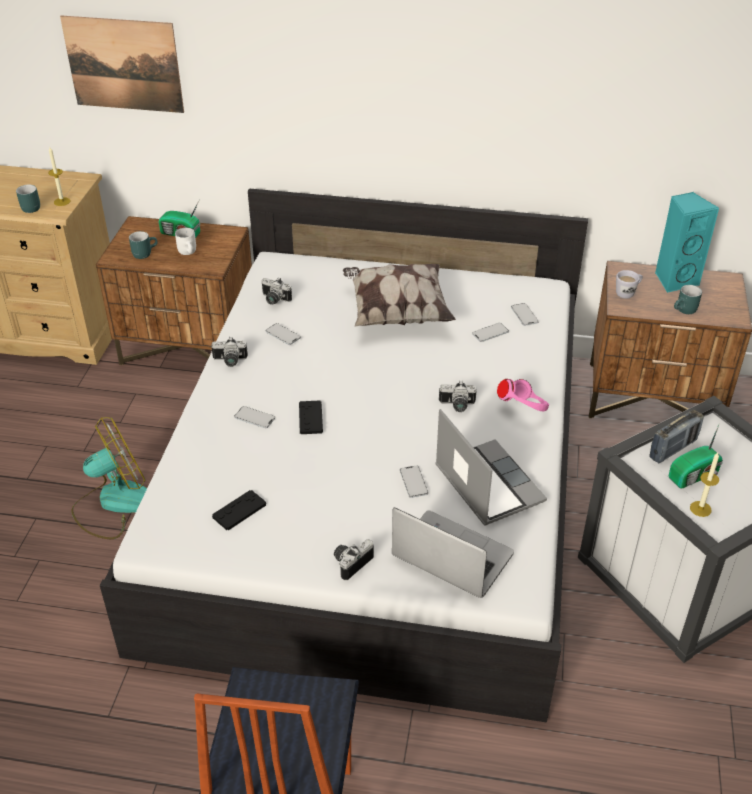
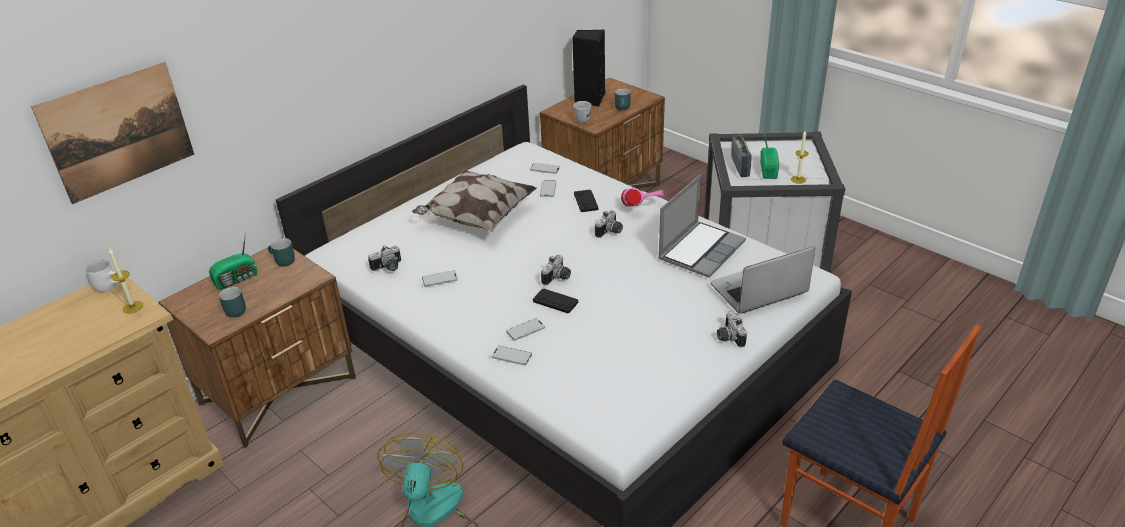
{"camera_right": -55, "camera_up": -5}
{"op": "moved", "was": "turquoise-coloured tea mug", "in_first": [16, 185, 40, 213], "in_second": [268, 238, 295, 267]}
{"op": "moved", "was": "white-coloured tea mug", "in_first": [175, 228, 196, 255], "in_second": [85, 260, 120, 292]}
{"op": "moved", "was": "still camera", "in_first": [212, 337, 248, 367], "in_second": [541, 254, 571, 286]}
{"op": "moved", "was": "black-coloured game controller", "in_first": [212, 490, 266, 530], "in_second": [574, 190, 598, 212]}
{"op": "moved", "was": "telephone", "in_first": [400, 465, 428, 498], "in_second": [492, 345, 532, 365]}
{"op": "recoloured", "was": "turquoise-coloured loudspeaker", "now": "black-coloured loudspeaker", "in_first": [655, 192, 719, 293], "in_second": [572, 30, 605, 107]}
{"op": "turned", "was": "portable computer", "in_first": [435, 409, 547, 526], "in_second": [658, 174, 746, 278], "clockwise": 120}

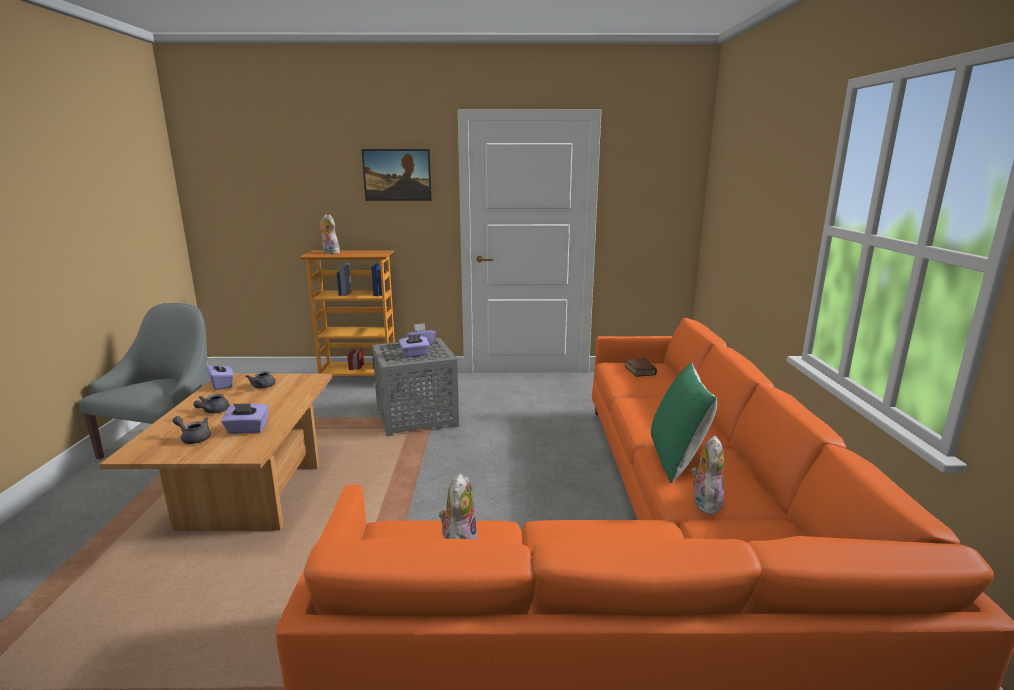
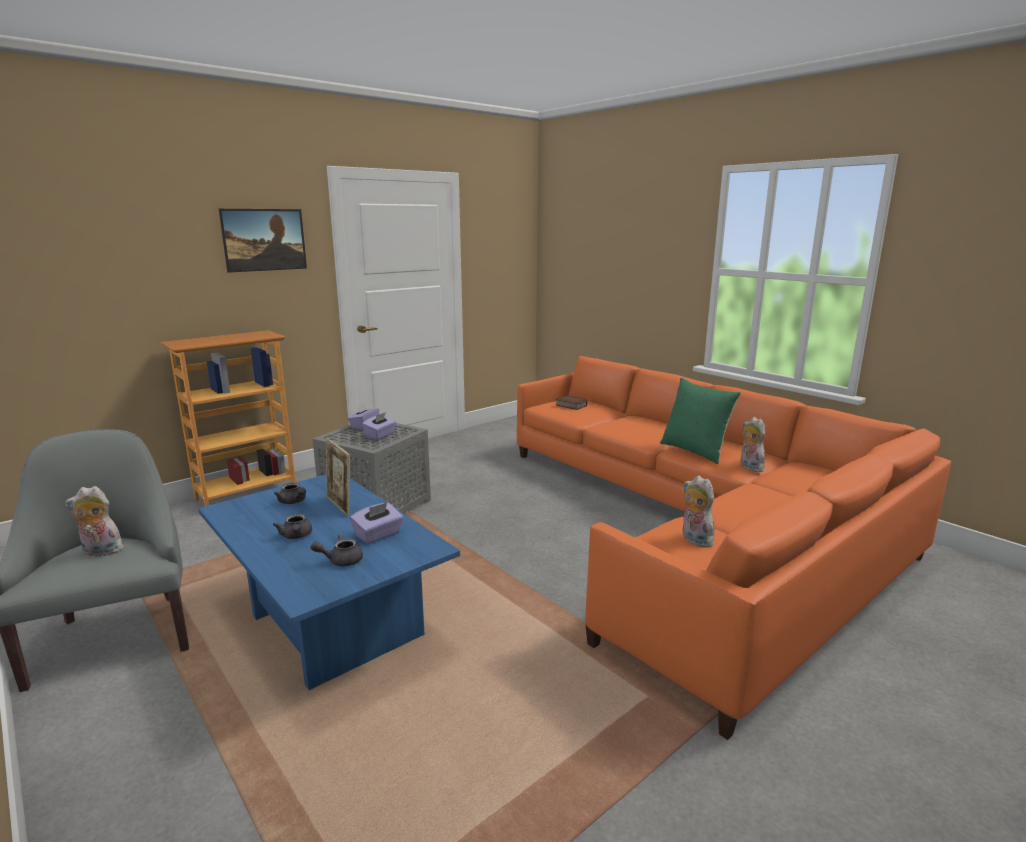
{"camera_right": -40, "camera_up": 0}
{"op": "removed", "was": "purple-coloured tissue holder", "in_first": [207, 360, 234, 390]}
{"op": "added", "now": "standing frame", "in_second": [326, 438, 350, 516]}
{"op": "moved", "was": "plush toy", "in_first": [319, 214, 340, 254], "in_second": [65, 486, 123, 556]}
{"op": "recoloured", "was": "brown-coloured coffee table", "now": "bluish coffee table", "in_first": [99, 374, 332, 531], "in_second": [198, 474, 460, 690]}

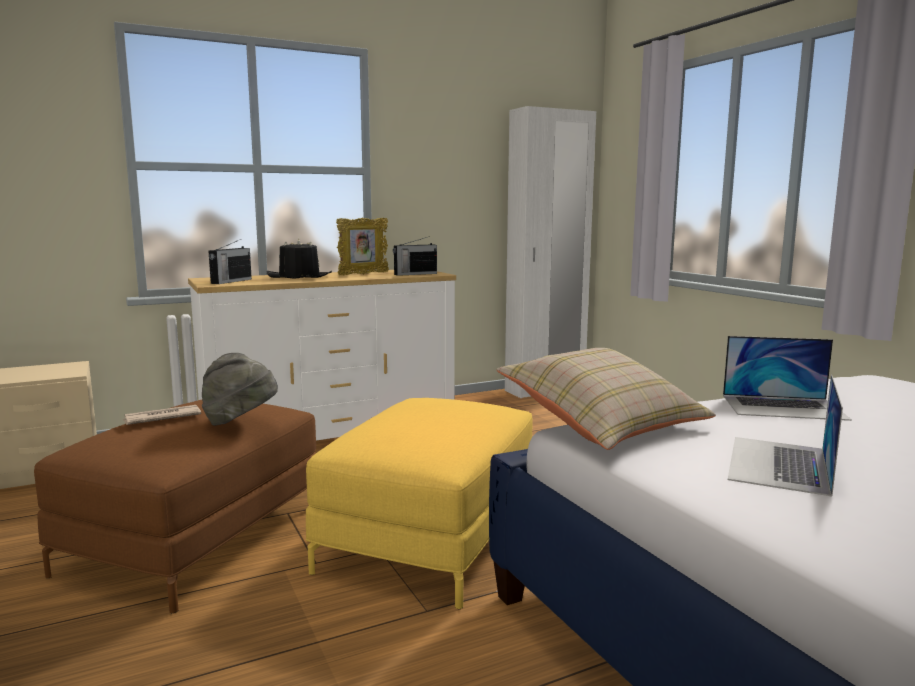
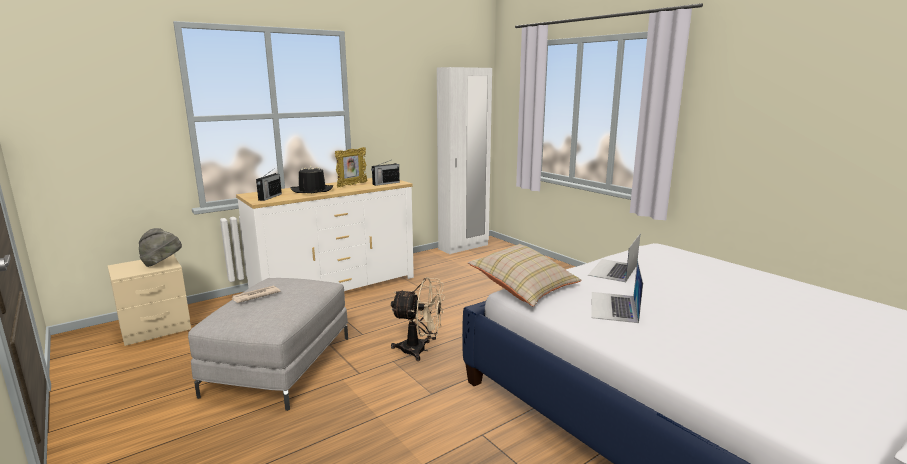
{"camera_right": -10, "camera_up": 5}
{"op": "moved", "was": "gray wearable hat", "in_first": [202, 353, 278, 426], "in_second": [139, 228, 182, 267]}
{"op": "replaced", "was": "yellow ottoman", "now": "beige cooling fan", "in_first": [306, 398, 533, 609], "in_second": [390, 277, 445, 361]}
{"op": "recoloured", "was": "brown-coloured ottoman", "now": "gray ottoman", "in_first": [34, 400, 316, 613], "in_second": [188, 278, 348, 411]}
{"op": "turned", "was": "portable computer", "in_first": [723, 336, 852, 421], "in_second": [588, 234, 640, 282], "clockwise": 120}

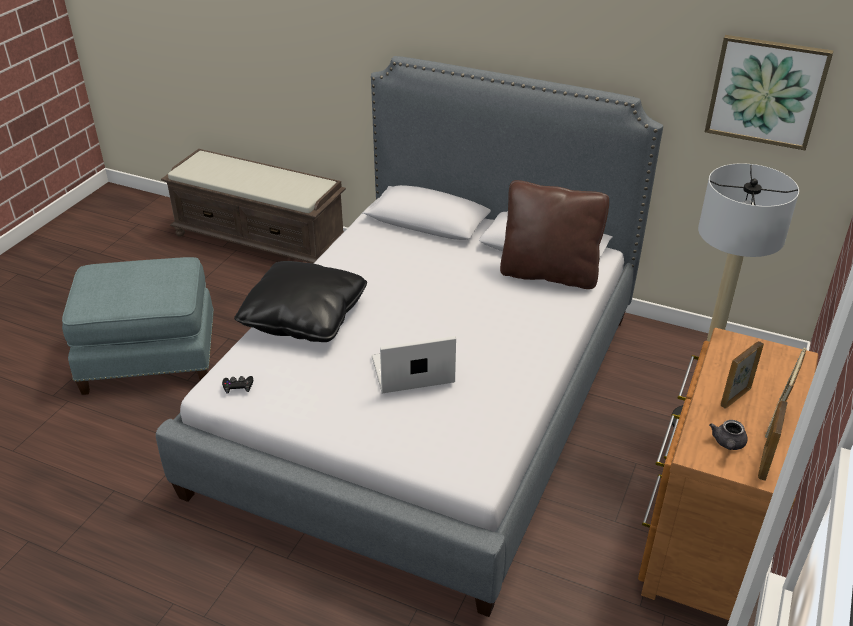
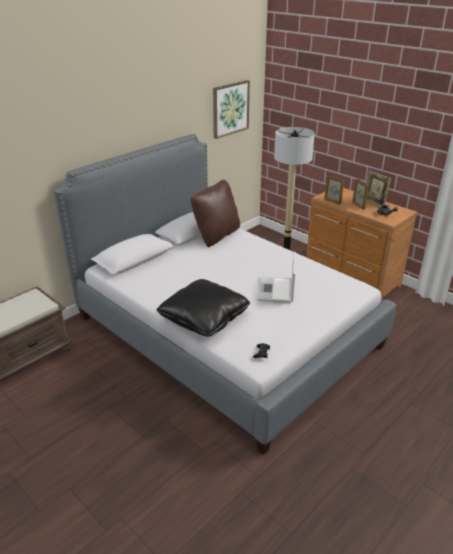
{"camera_right": -70, "camera_up": -5}
{"op": "removed", "was": "bluish ottoman", "in_first": [62, 257, 214, 395]}
{"op": "moved", "was": "standing frame", "in_first": [758, 401, 787, 481], "in_second": [325, 175, 344, 205]}

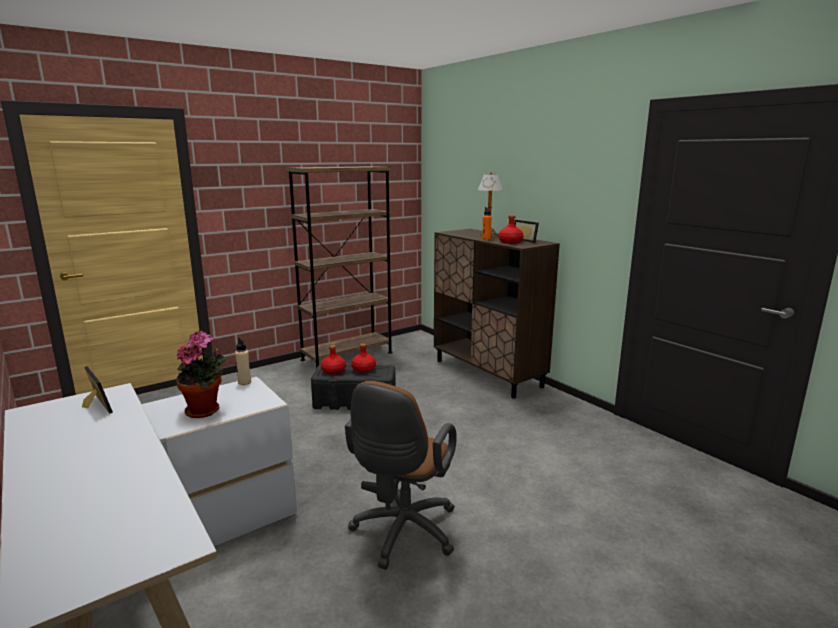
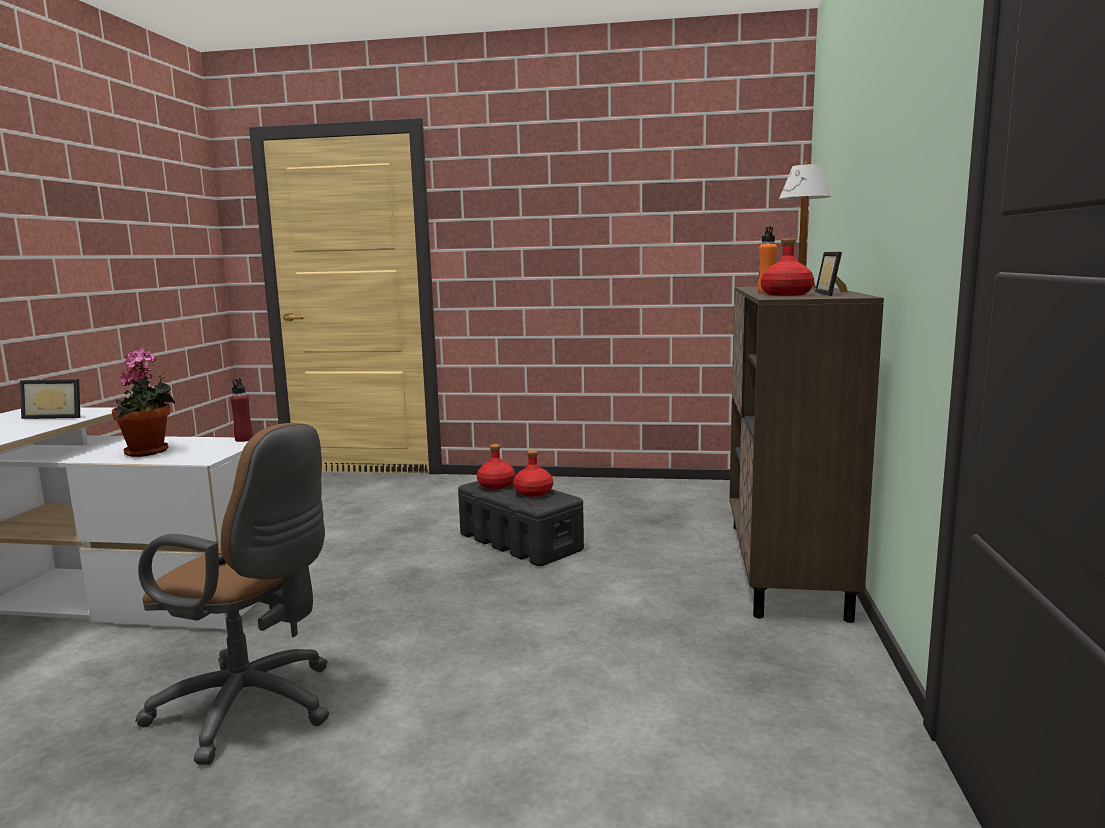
{"camera_right": 45, "camera_up": -5}
{"op": "removed", "was": "brown-coloured bookcase", "in_first": [286, 166, 393, 369]}
{"op": "recoloured", "was": "beige drink bottle", "now": "red drink bottle", "in_first": [235, 338, 251, 385], "in_second": [231, 378, 253, 442]}
{"op": "turned", "was": "standing frame", "in_first": [82, 366, 113, 414], "in_second": [20, 379, 80, 419], "clockwise": 90}
{"op": "turned", "was": "brown-coloured desk chair", "in_first": [345, 381, 457, 569], "in_second": [135, 423, 329, 765], "clockwise": -135}

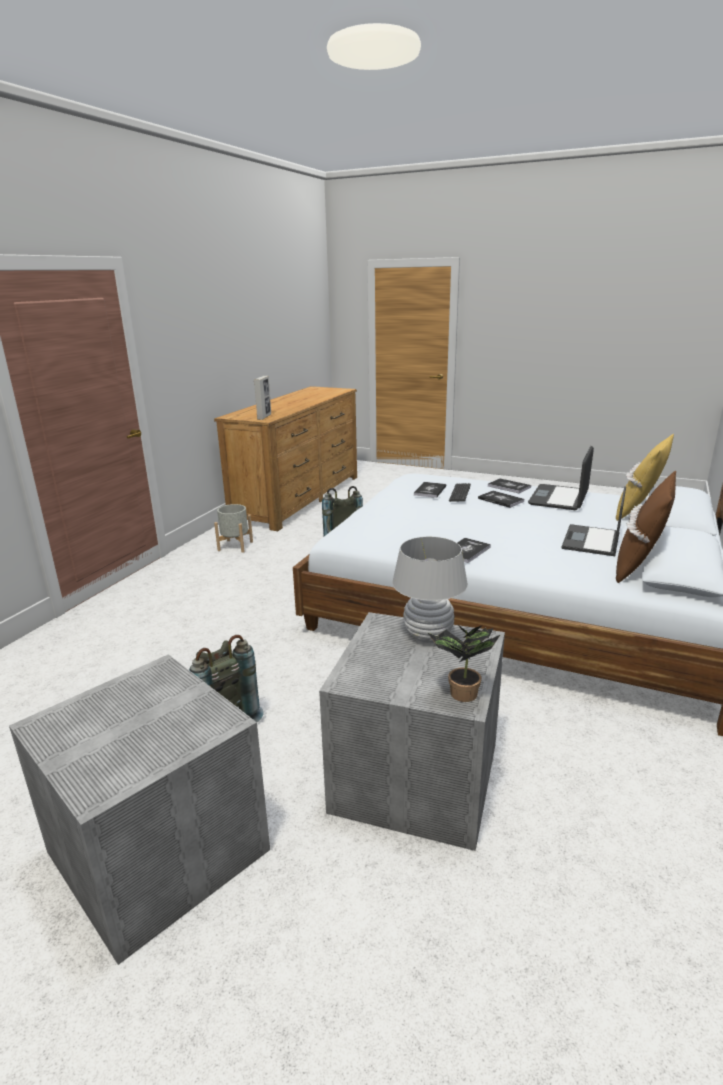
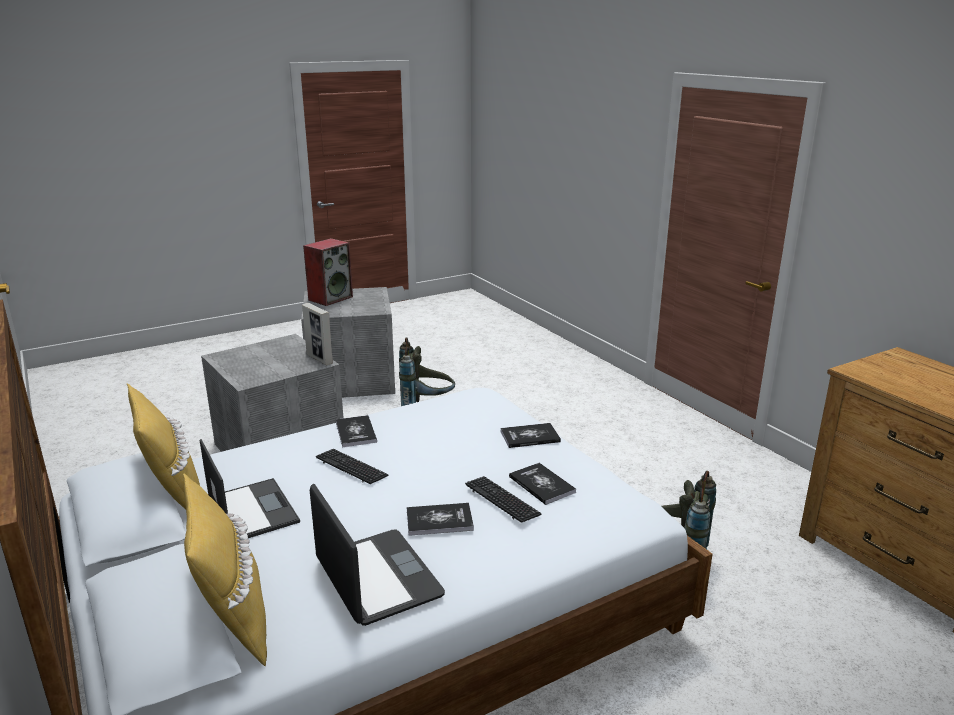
{"camera_right": 125, "camera_up": 0}
{"op": "removed", "was": "gray flower pot", "in_first": [214, 504, 253, 553]}
{"op": "removed", "was": "white-coloured tabletop lamp", "in_first": [392, 537, 468, 643]}
{"op": "removed", "was": "houseplant", "in_first": [428, 625, 500, 702]}
{"op": "added", "now": "loudspeaker", "in_second": [303, 238, 353, 306]}
{"op": "added", "now": "keyboard", "in_second": [316, 449, 389, 484]}
{"op": "moved", "was": "standing frame", "in_first": [254, 376, 271, 420], "in_second": [302, 303, 333, 365]}
{"op": "moved", "was": "bound book", "in_first": [488, 478, 531, 494], "in_second": [500, 423, 561, 448]}
{"op": "recoloured", "was": "brown-coloured cushion", "now": "yellow cushion", "in_first": [616, 471, 676, 583], "in_second": [127, 383, 200, 509]}

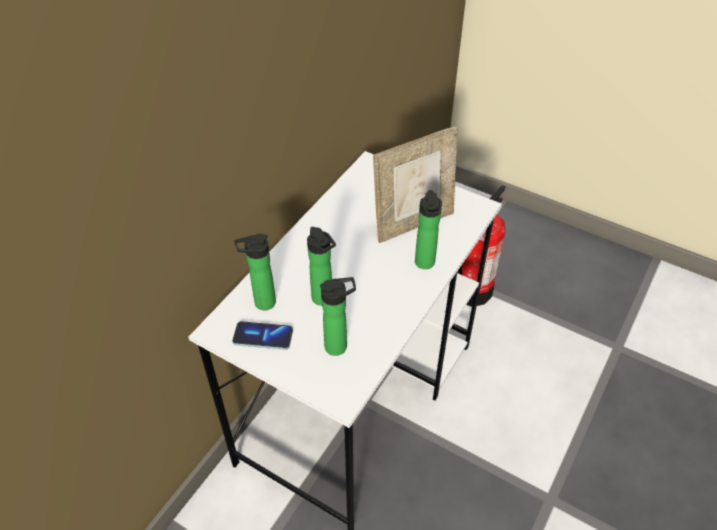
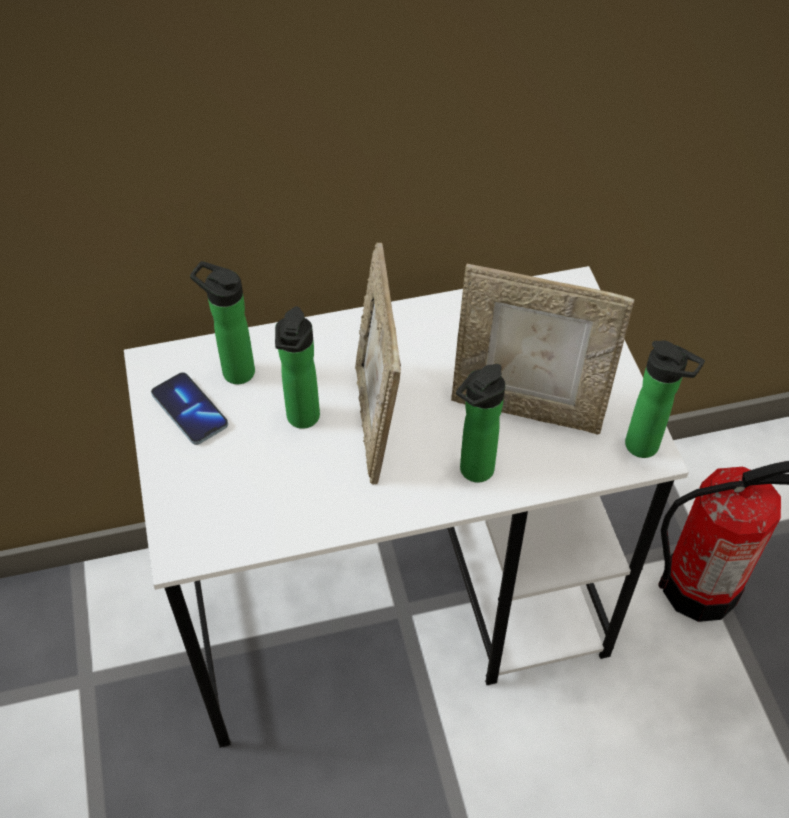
{"camera_right": 45, "camera_up": 5}
{"op": "added", "now": "standing frame", "in_second": [355, 243, 401, 484]}
{"op": "moved", "was": "drink bottle", "in_first": [320, 277, 356, 356], "in_second": [625, 341, 705, 458]}

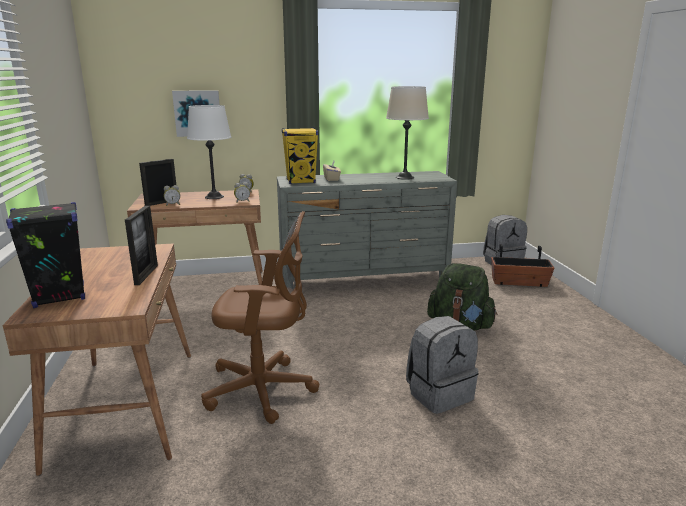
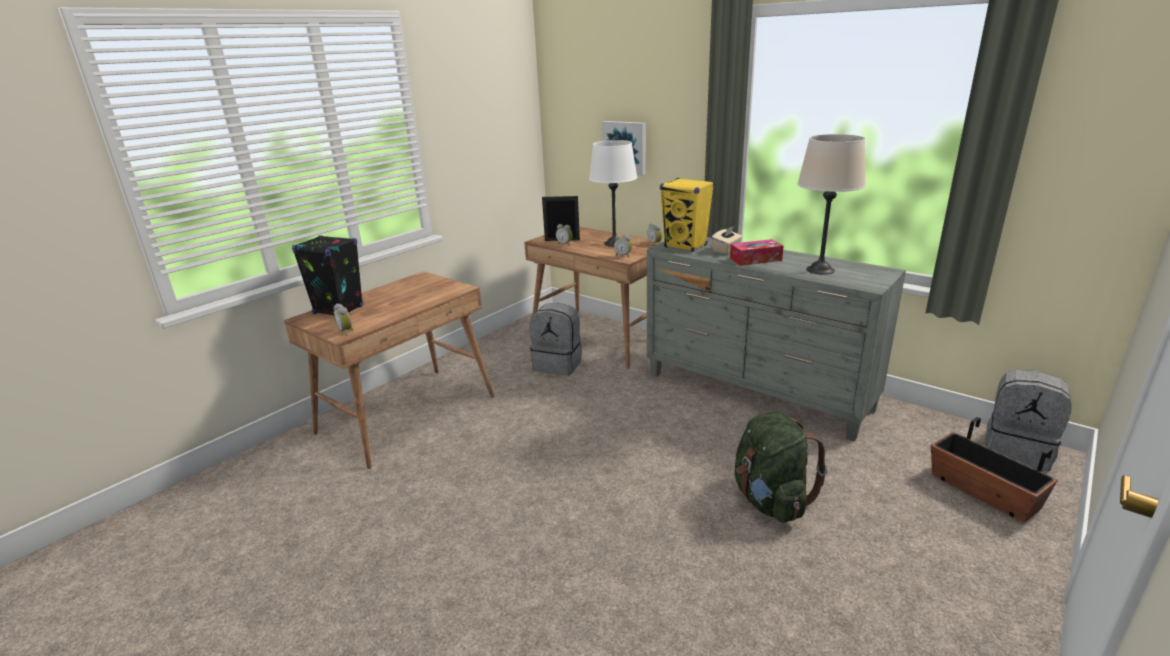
{"camera_right": 50, "camera_up": 5}
{"op": "removed", "was": "standing frame", "in_first": [125, 206, 158, 285]}
{"op": "removed", "was": "brown-coloured desk chair", "in_first": [201, 211, 319, 424]}
{"op": "added", "now": "table clock", "in_second": [334, 303, 353, 336]}
{"op": "added", "now": "tissue holder", "in_second": [730, 239, 784, 266]}
{"op": "moved", "was": "gray rucksack", "in_first": [406, 316, 479, 414], "in_second": [529, 303, 582, 376]}

